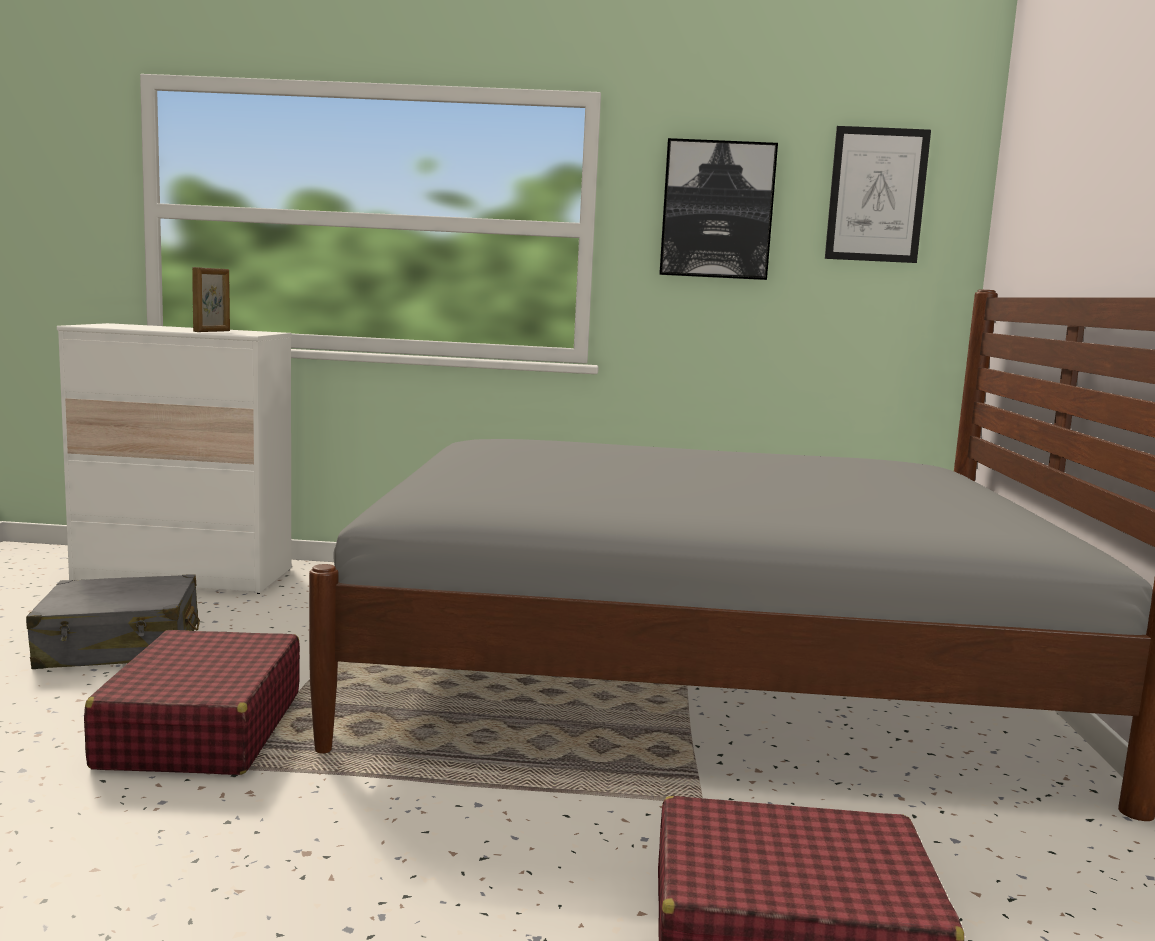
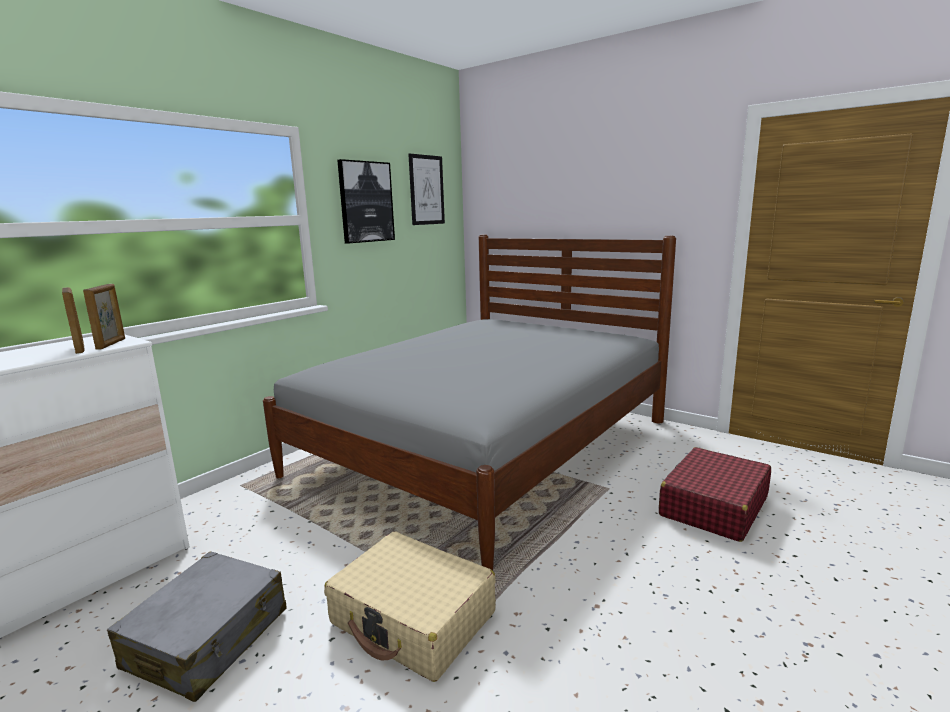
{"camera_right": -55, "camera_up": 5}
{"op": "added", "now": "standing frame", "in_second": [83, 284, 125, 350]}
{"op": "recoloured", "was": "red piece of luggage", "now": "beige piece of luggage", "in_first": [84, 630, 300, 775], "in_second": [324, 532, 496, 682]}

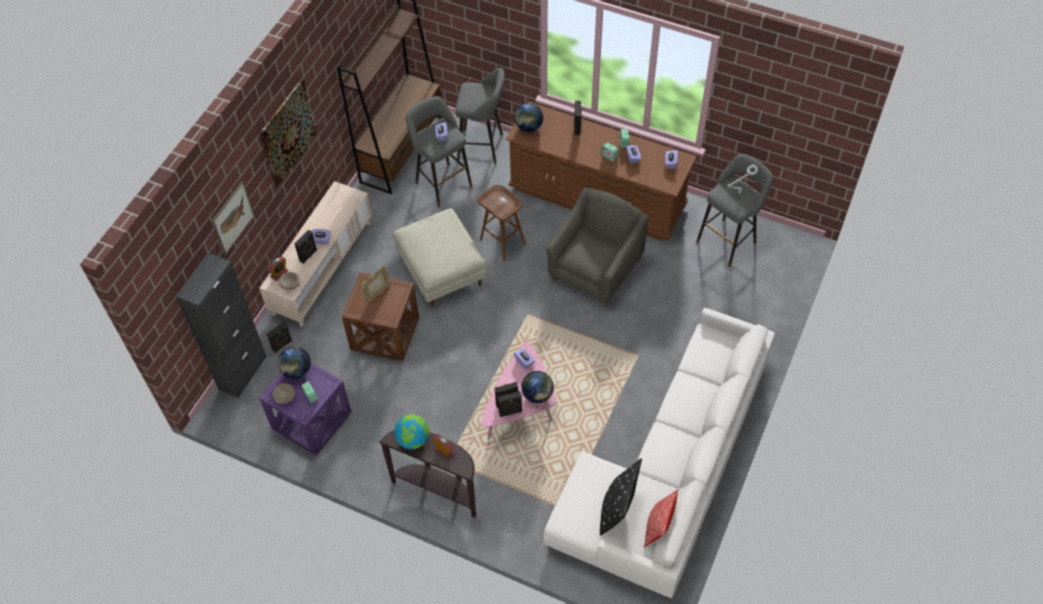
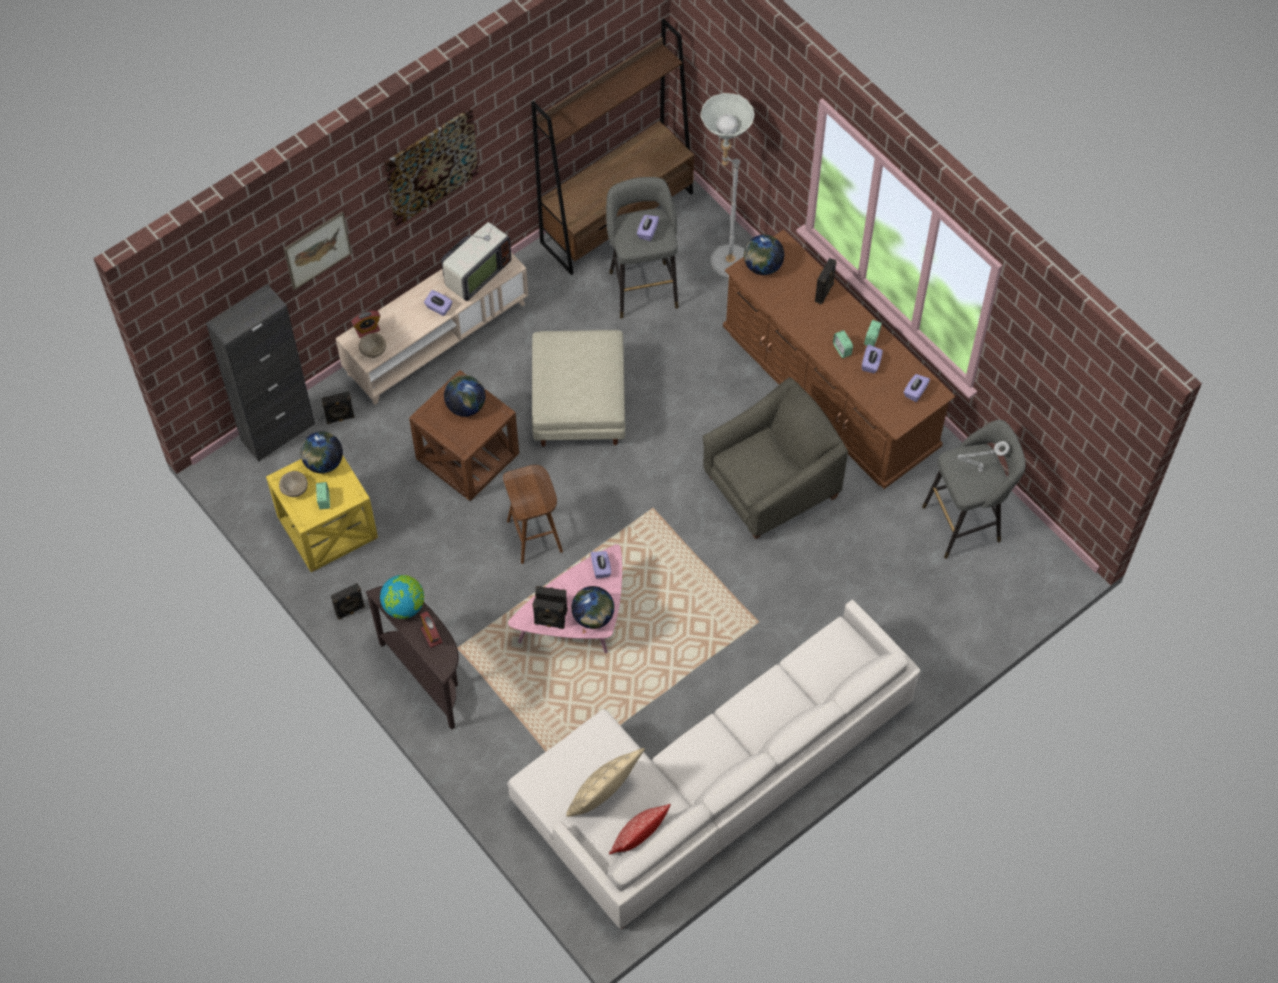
{"camera_right": 25, "camera_up": 5}
{"op": "added", "now": "TV set", "in_second": [441, 207, 511, 301]}
{"op": "moved", "was": "black-coloured loudspeaker", "in_first": [295, 230, 317, 264], "in_second": [331, 583, 365, 619]}
{"op": "moved", "was": "brown-coloured stool", "in_first": [477, 185, 526, 261], "in_second": [503, 465, 563, 564]}
{"op": "replaced", "was": "standing frame", "now": "globe", "in_first": [360, 265, 391, 304], "in_second": [444, 375, 485, 417]}
{"op": "replaced", "was": "gray stool", "now": "gray standing lamp", "in_first": [456, 68, 504, 164], "in_second": [701, 93, 755, 279]}
{"op": "recoloured", "was": "purple-coloured side table", "now": "yellow side table", "in_first": [259, 362, 352, 456], "in_second": [266, 456, 378, 572]}
{"op": "recoloured", "was": "black-coloured cushion", "now": "beige cushion", "in_first": [600, 458, 642, 535], "in_second": [566, 748, 645, 817]}

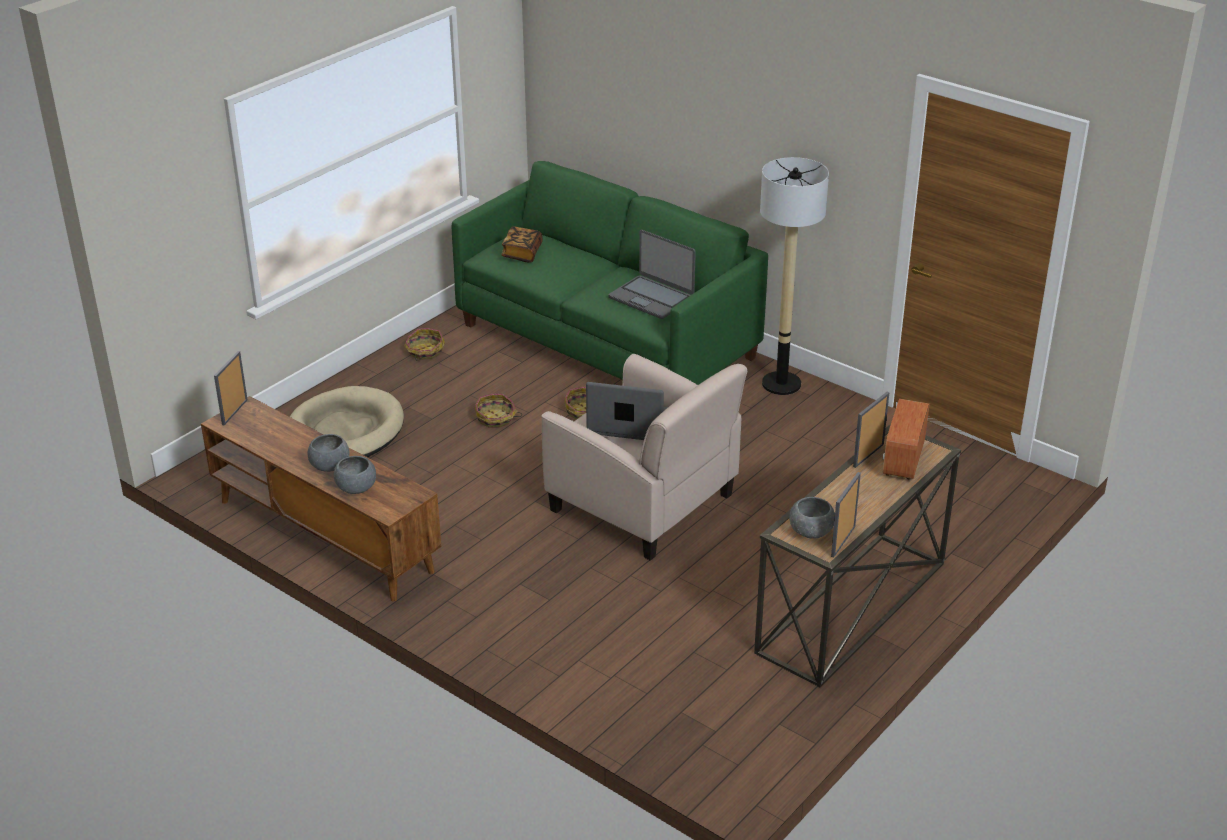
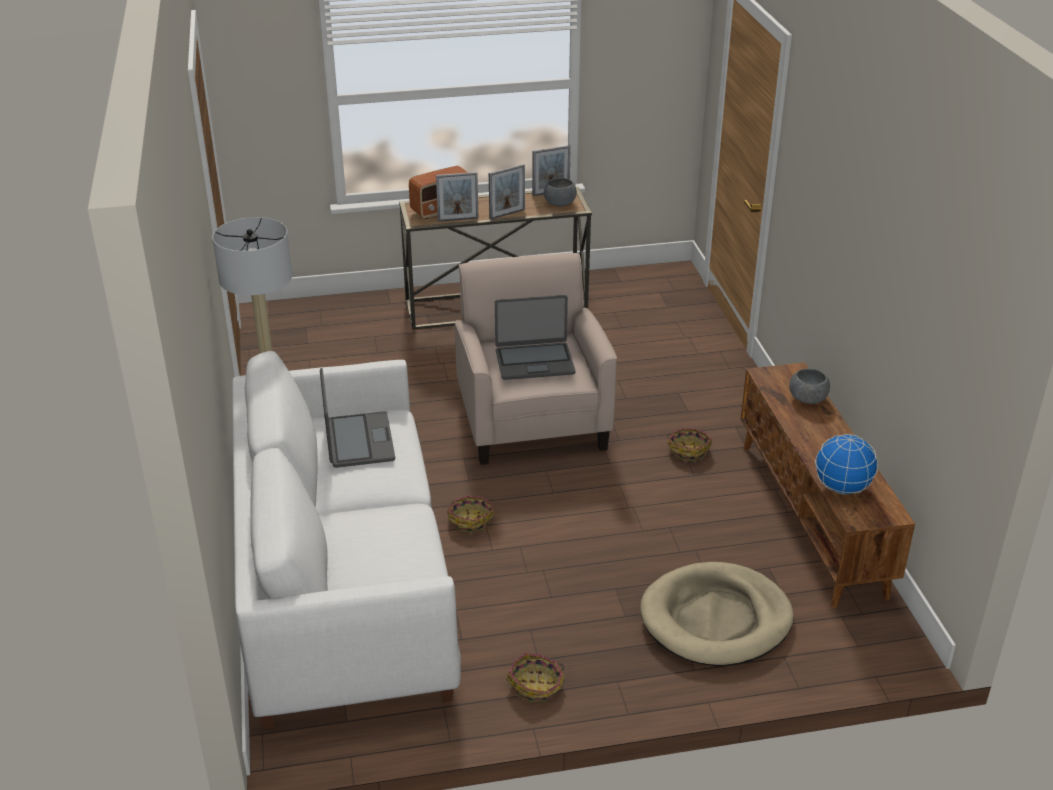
{"camera_right": -140, "camera_up": 0}
{"op": "removed", "was": "gray deep dish", "in_first": [308, 434, 350, 472]}
{"op": "removed", "was": "bound book", "in_first": [501, 227, 543, 263]}
{"op": "added", "now": "globe", "in_second": [815, 434, 878, 495]}
{"op": "moved", "was": "standing frame", "in_first": [214, 351, 248, 425], "in_second": [489, 164, 525, 220]}
{"op": "moved", "was": "household basket", "in_first": [475, 394, 522, 428], "in_second": [667, 428, 712, 461]}
{"op": "recoloured", "was": "greenish couch", "now": "white-coloured couch", "in_first": [452, 161, 768, 385], "in_second": [232, 351, 461, 729]}
{"op": "turned", "was": "portable computer", "in_first": [586, 382, 668, 440], "in_second": [495, 295, 575, 380], "clockwise": -60}

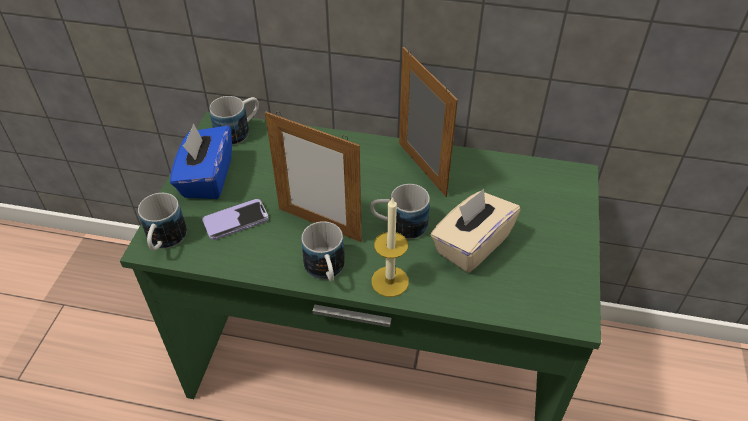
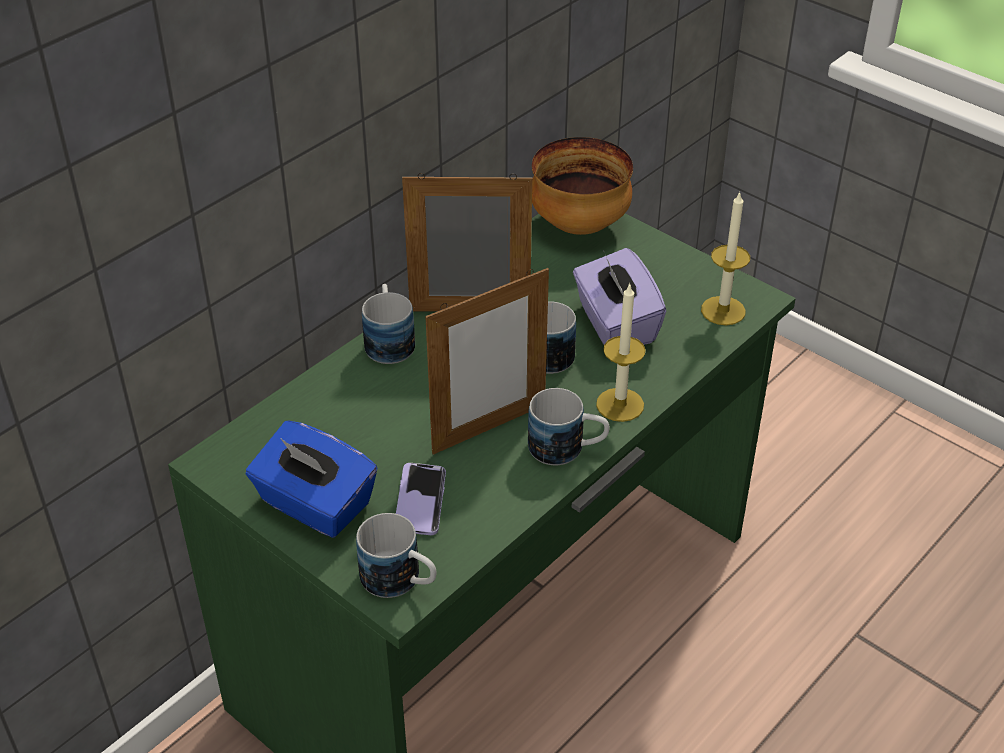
{"camera_right": -60, "camera_up": -5}
{"op": "added", "now": "deep dish", "in_second": [532, 137, 633, 235]}
{"op": "added", "now": "candle", "in_second": [701, 191, 750, 325]}
{"op": "moved", "was": "tea mug", "in_first": [209, 96, 259, 145], "in_second": [362, 284, 415, 364]}
{"op": "recoloured", "was": "beige tissue holder", "now": "purple-coloured tissue holder", "in_first": [431, 189, 521, 273], "in_second": [573, 248, 666, 345]}

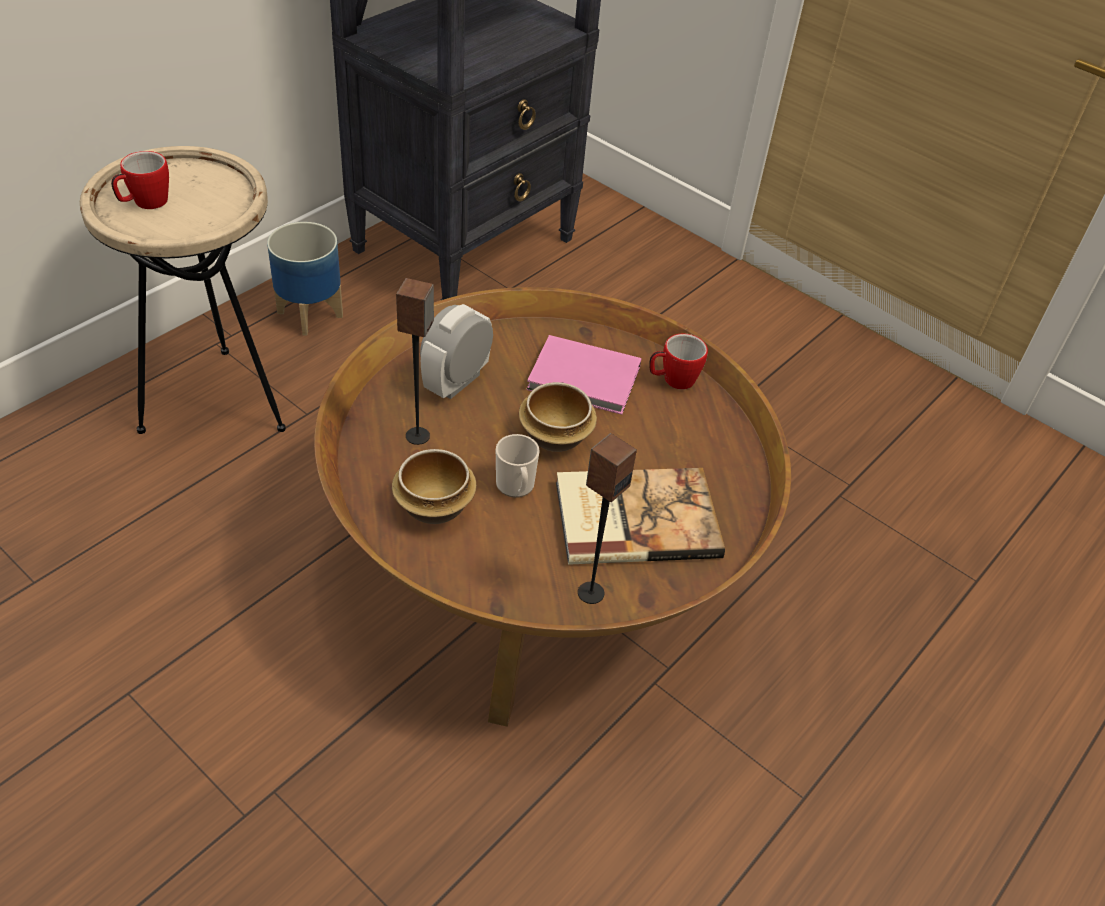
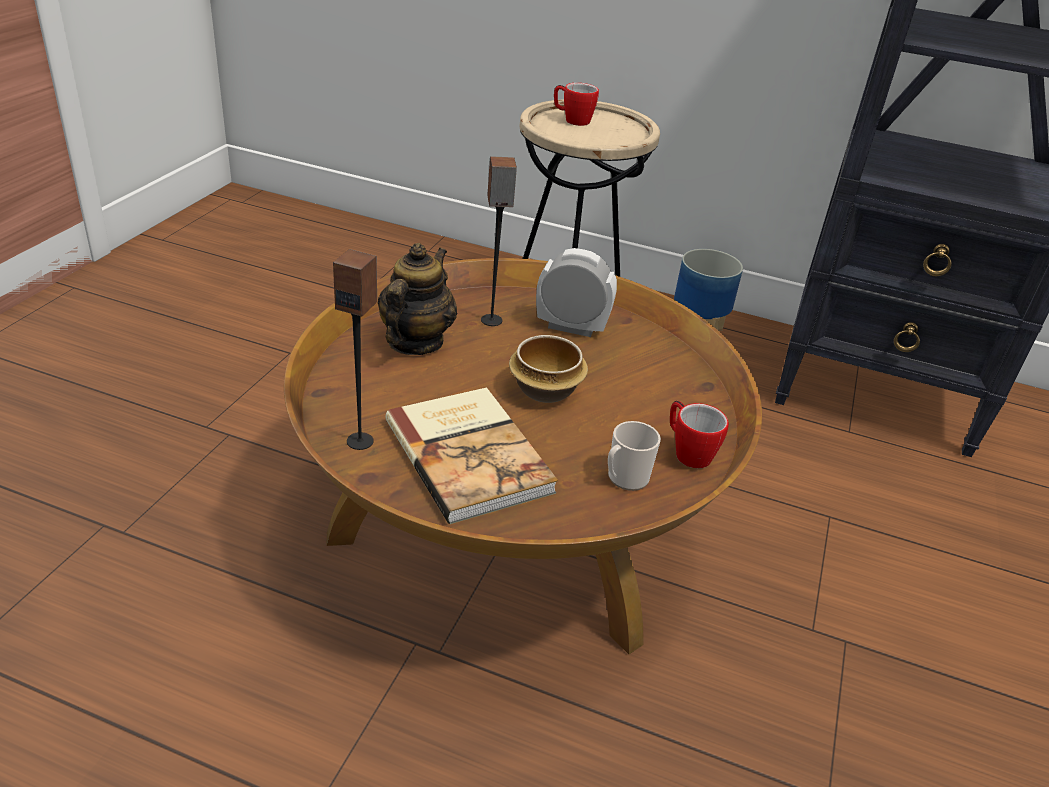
{"camera_right": 70, "camera_up": -10}
{"op": "removed", "was": "pinkish bound book", "in_first": [527, 335, 642, 415]}
{"op": "moved", "was": "tea mug", "in_first": [496, 434, 540, 498], "in_second": [608, 421, 661, 491]}
{"op": "replaced", "was": "deep dish", "now": "pot for tea", "in_first": [392, 449, 477, 524], "in_second": [378, 243, 457, 355]}

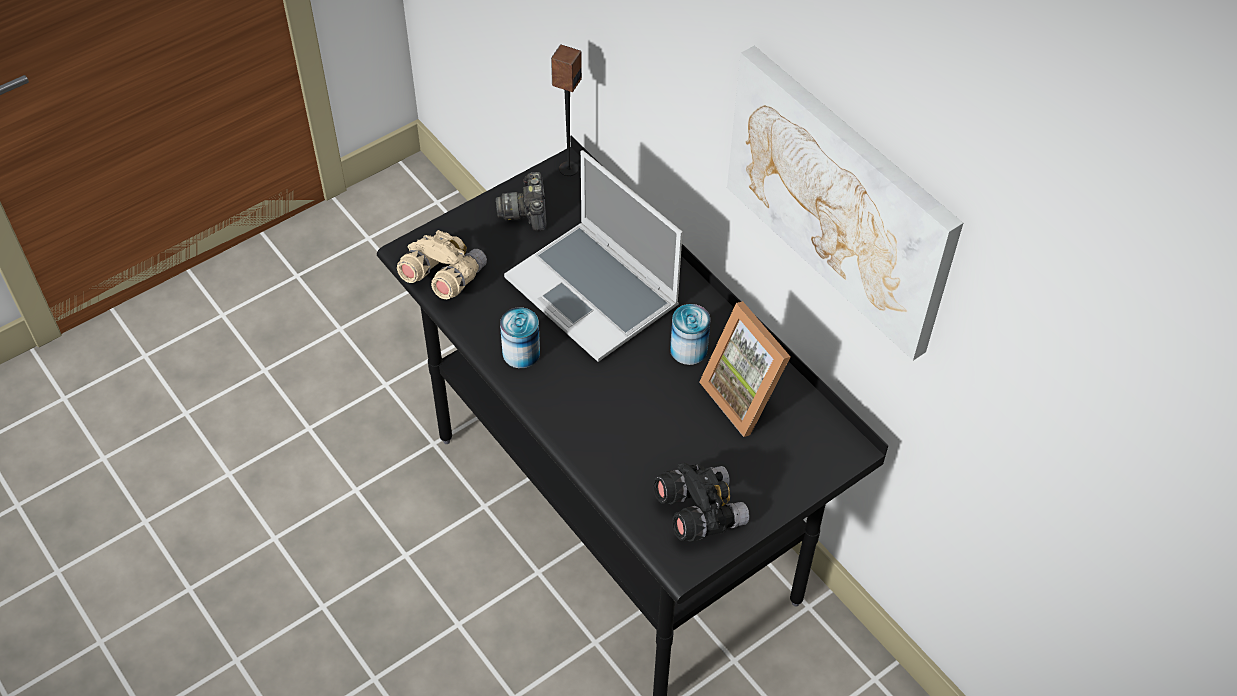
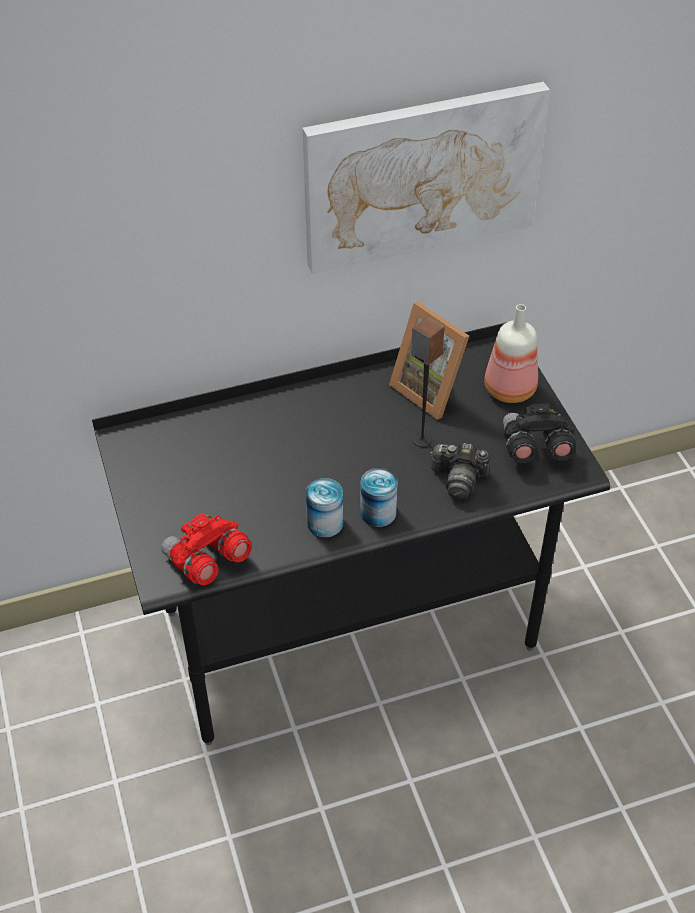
{"camera_right": -70, "camera_up": -5}
{"op": "removed", "was": "portable computer", "in_first": [504, 150, 683, 362]}
{"op": "added", "now": "drink bottle", "in_second": [484, 304, 538, 403]}
{"op": "moved", "was": "still camera", "in_first": [496, 172, 547, 231], "in_second": [430, 443, 490, 499]}
{"op": "moved", "was": "loudspeaker", "in_first": [551, 45, 582, 176], "in_second": [411, 317, 444, 447]}
{"op": "moved", "was": "metal can", "in_first": [670, 304, 711, 365], "in_second": [360, 468, 398, 527]}
{"op": "recoloured", "was": "beige binoculars", "now": "red binoculars", "in_first": [397, 230, 487, 299], "in_second": [161, 513, 252, 585]}
{"op": "turned", "was": "standing frame", "in_first": [699, 301, 791, 437], "in_second": [389, 302, 469, 420], "clockwise": 60}

